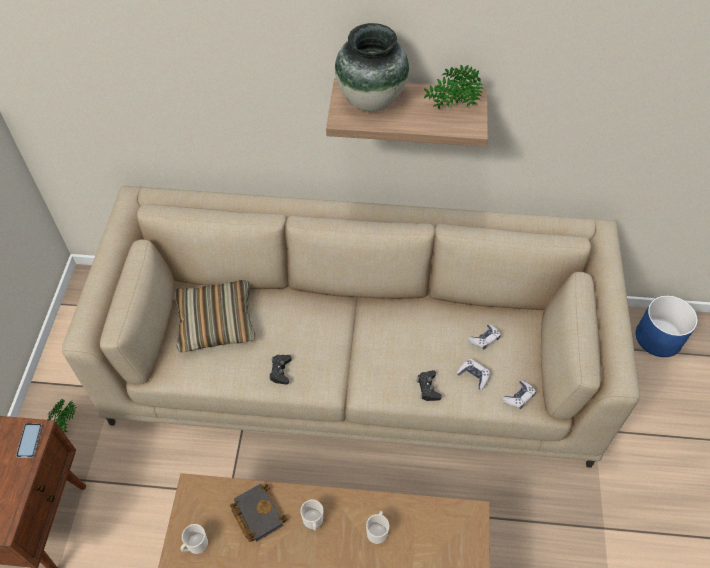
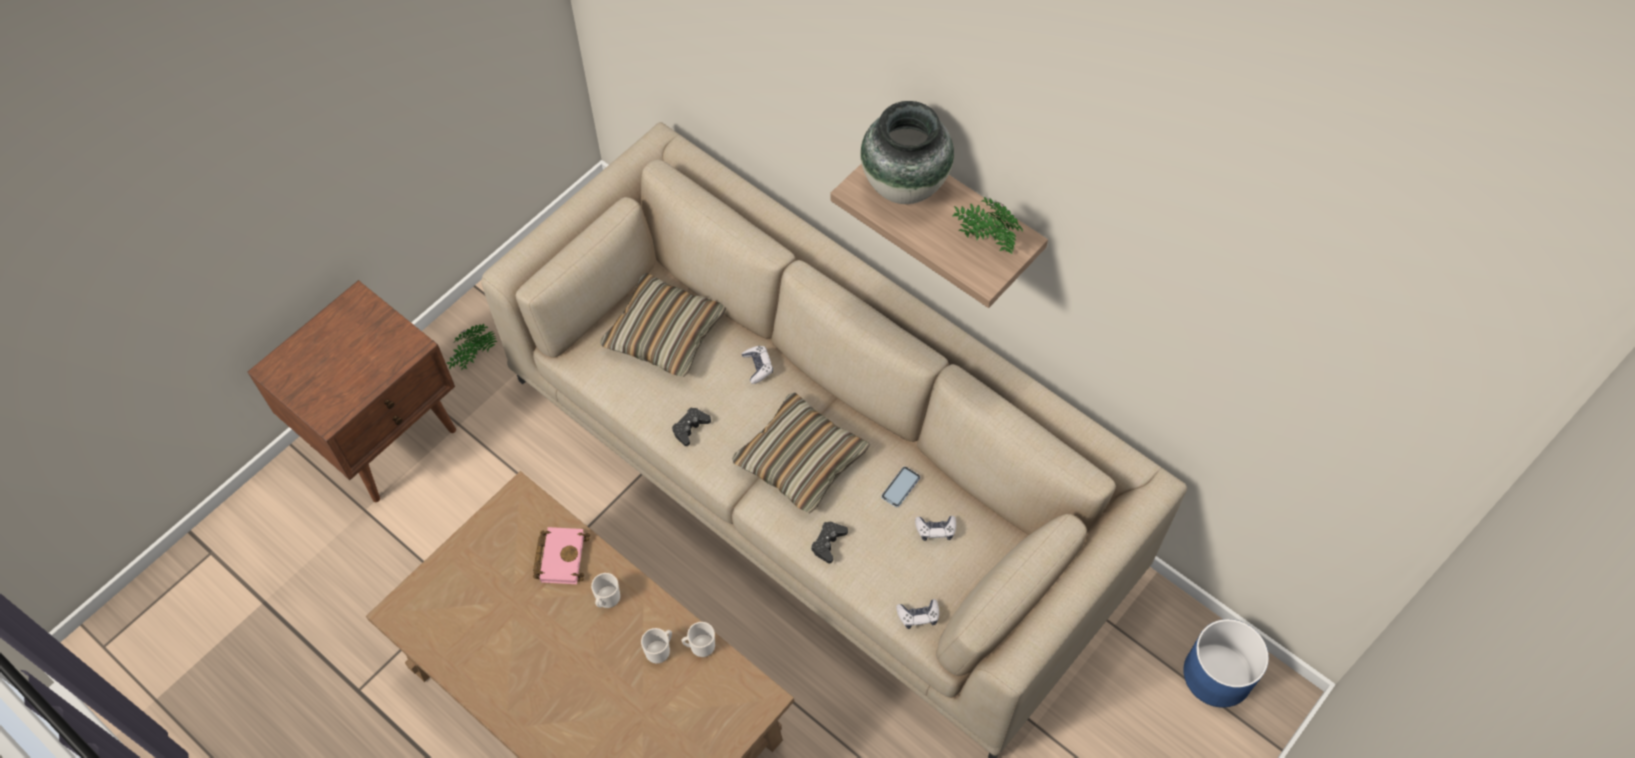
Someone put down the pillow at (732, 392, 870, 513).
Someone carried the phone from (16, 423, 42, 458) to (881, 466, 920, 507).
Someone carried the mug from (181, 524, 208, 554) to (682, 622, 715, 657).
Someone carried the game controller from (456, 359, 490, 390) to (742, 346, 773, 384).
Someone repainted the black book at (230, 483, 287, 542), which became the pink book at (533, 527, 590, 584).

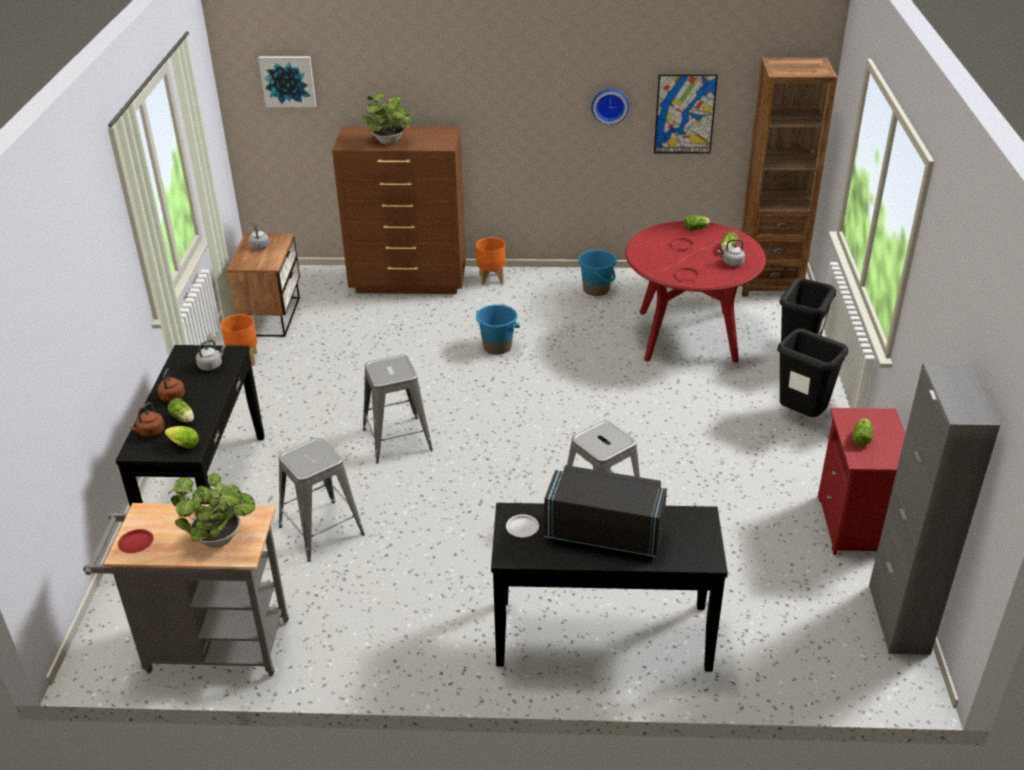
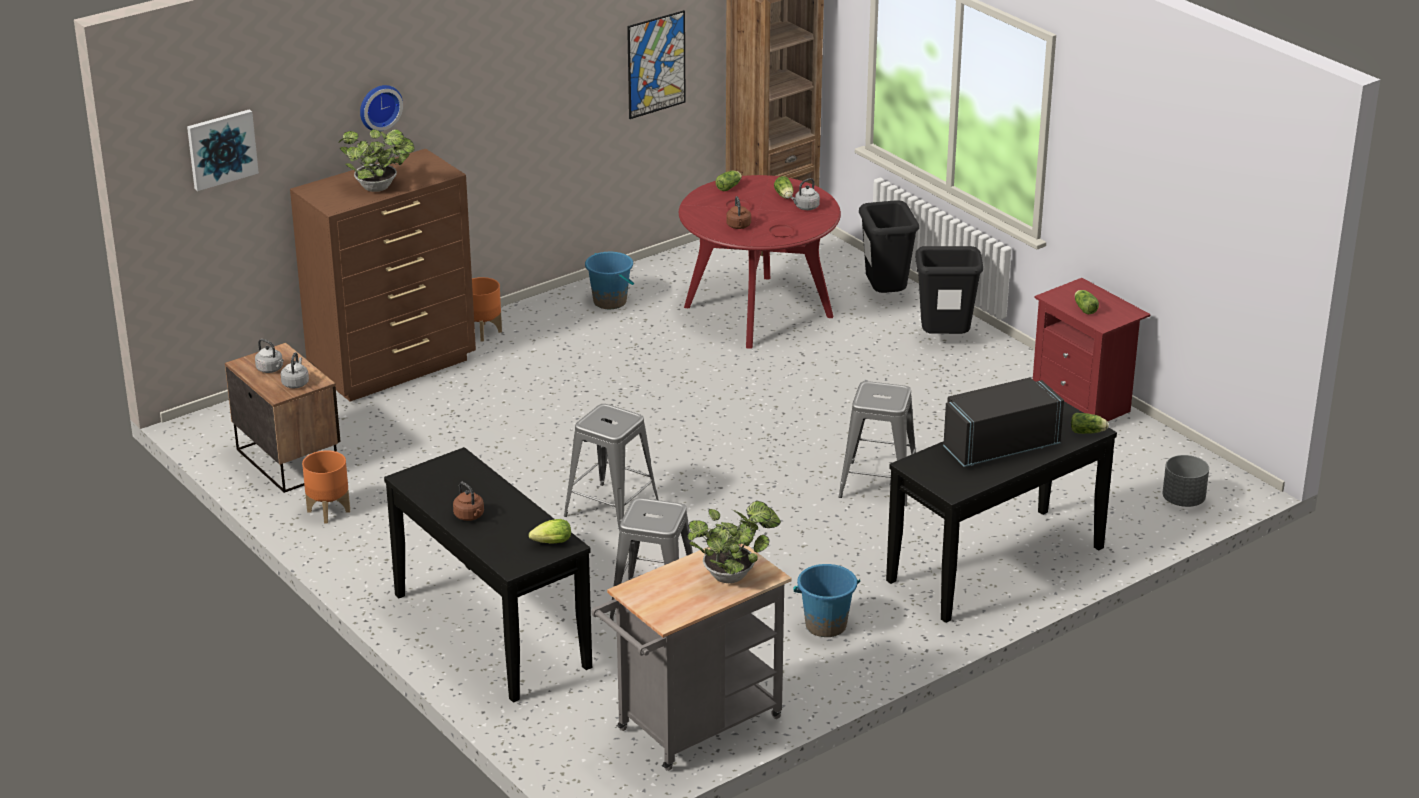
Someone took away the red plate at (118, 529, 154, 553).
Someone took away the white plate at (506, 514, 539, 537).
Someone took away the grey cabinet at (869, 363, 1000, 655).
Someone put down the grey planter at (1163, 455, 1209, 507).
Someone carried the brown kettle from (131, 402, 165, 437) to (726, 196, 751, 229).
Someone carried the lettuce from (168, 398, 194, 423) to (1071, 413, 1109, 434).
Someone carried the grey kettle from (196, 340, 226, 371) to (281, 352, 309, 388).
Someone carried the blue bucket from (476, 304, 520, 355) to (793, 564, 860, 637).
Someone carried the wall clock from (591, 89, 629, 125) to (360, 85, 403, 131).

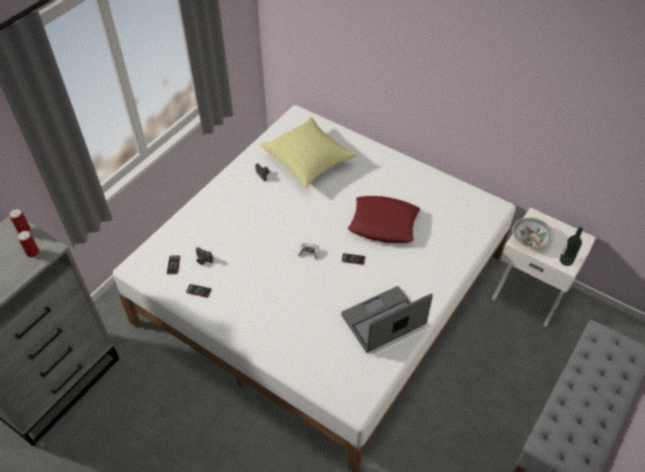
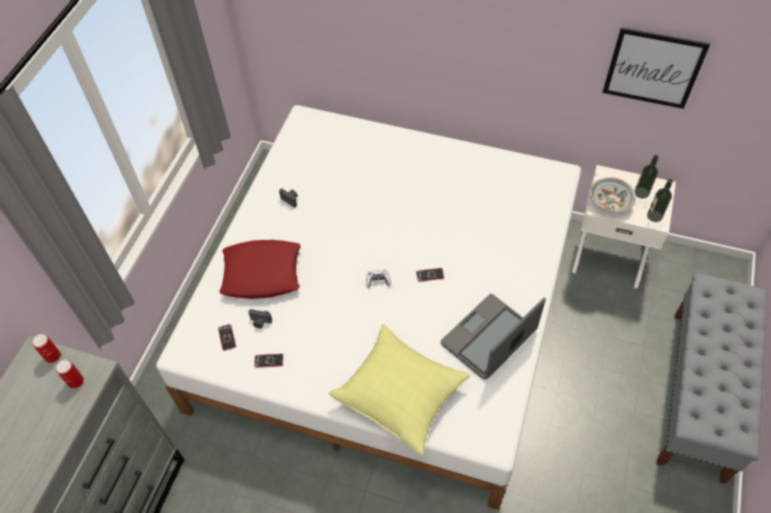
Someone put up the picture at (602, 27, 710, 109).
Someone put down the bottle at (634, 155, 659, 199).
Someone carried the yellow pillow from (260, 117, 357, 188) to (329, 324, 470, 455).
Someone carried the red pillow from (348, 196, 420, 243) to (220, 240, 301, 299).

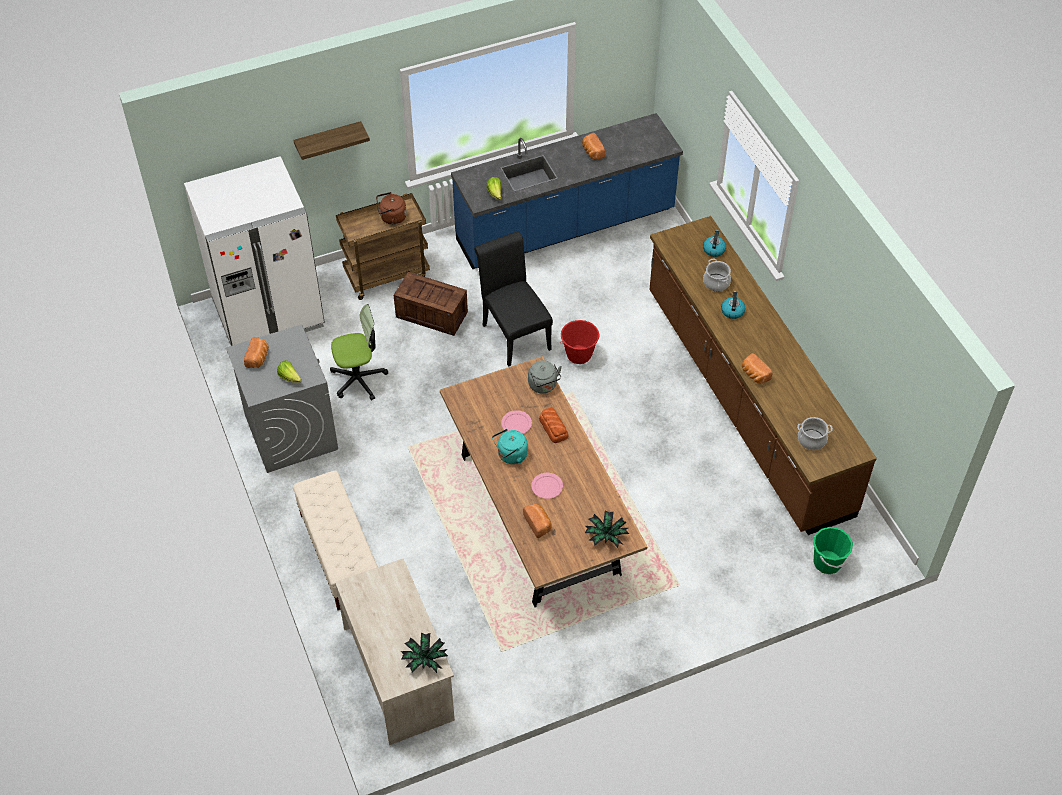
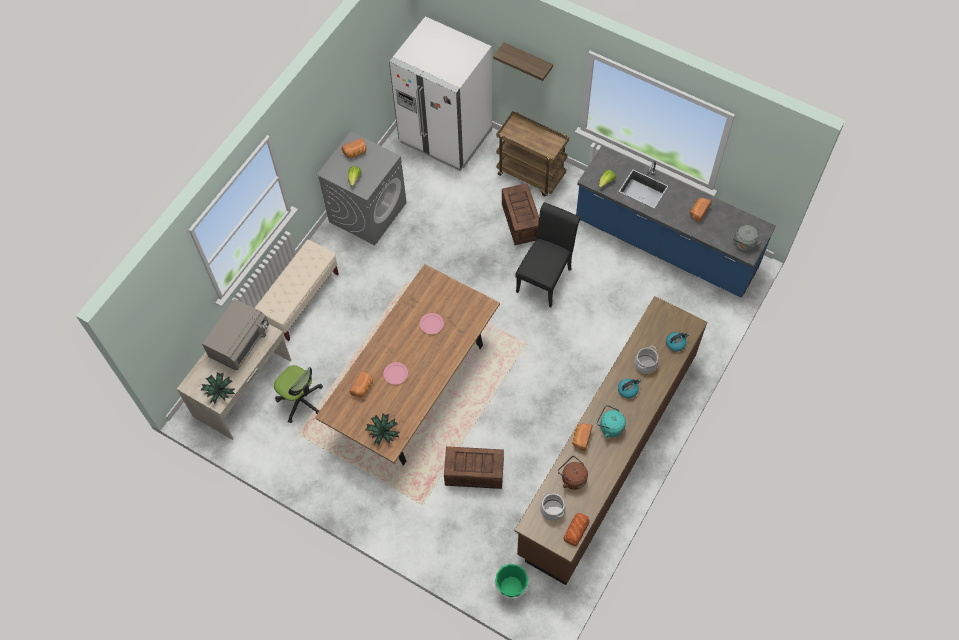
Someone took away the red bucket at (560, 320, 599, 364).
Someone put down the grey microwave at (202, 299, 269, 370).
Someone put down the crate at (444, 446, 504, 489).
Someone carried the office chair from (330, 304, 388, 400) to (274, 365, 323, 423).
Someone carried the brown kettle from (376, 192, 407, 225) to (558, 456, 588, 490).
Someone carried the turquoise kettle from (492, 429, 528, 464) to (597, 405, 626, 438).
Someone carried the grey kettle from (528, 360, 562, 394) to (733, 225, 763, 251).
Someone carried the bread from (539, 408, 568, 443) to (563, 513, 590, 546).

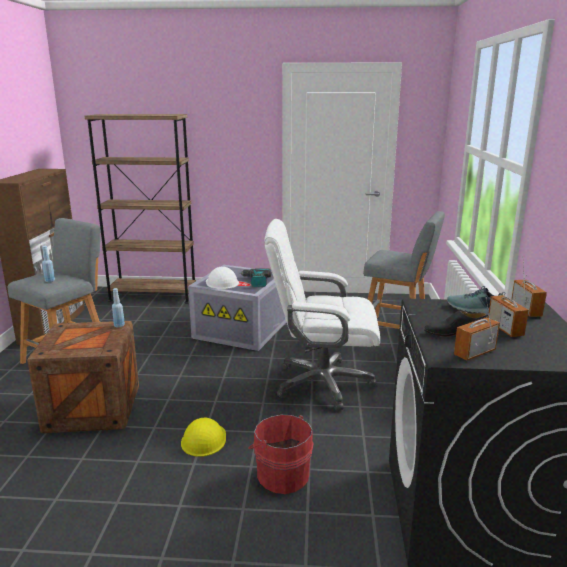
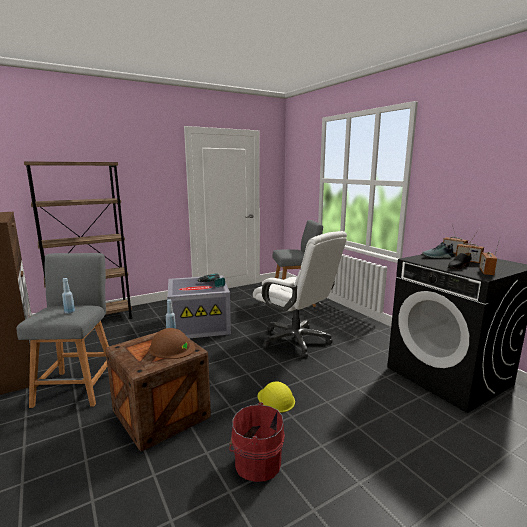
Someone took away the white hard hat at (206, 267, 239, 289).
Someone put down the brown hard hat at (149, 328, 195, 359).
Someone carried the red bucket from (248, 415, 314, 494) to (229, 402, 285, 482).
Someone rotated the white office chair at (264, 219, 380, 411) by 105 degrees counterclockwise.

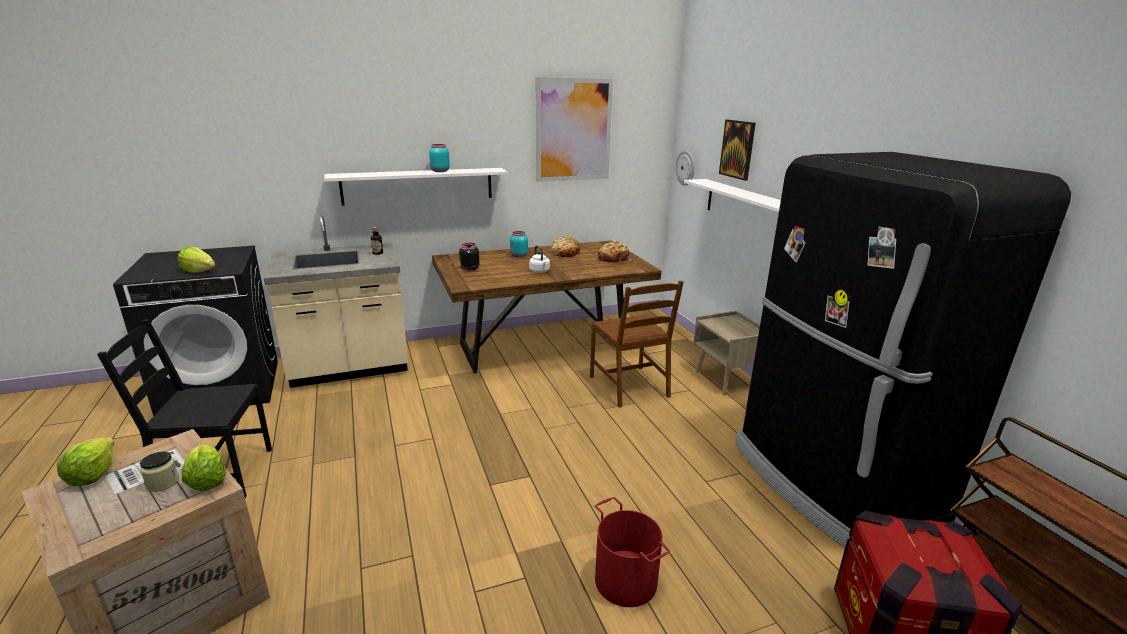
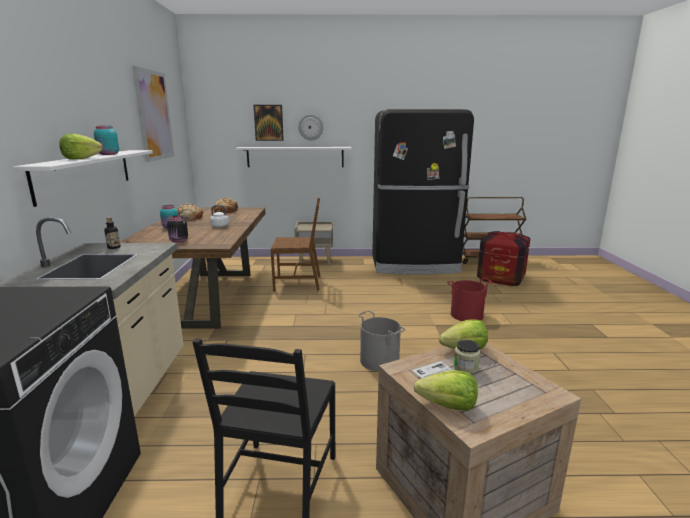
Someone put down the grey bucket at (358, 311, 406, 372).
Someone carried the lettuce from (178, 247, 215, 273) to (59, 134, 103, 159).
Someone carried the wall clock from (676, 150, 695, 186) to (298, 114, 324, 140).

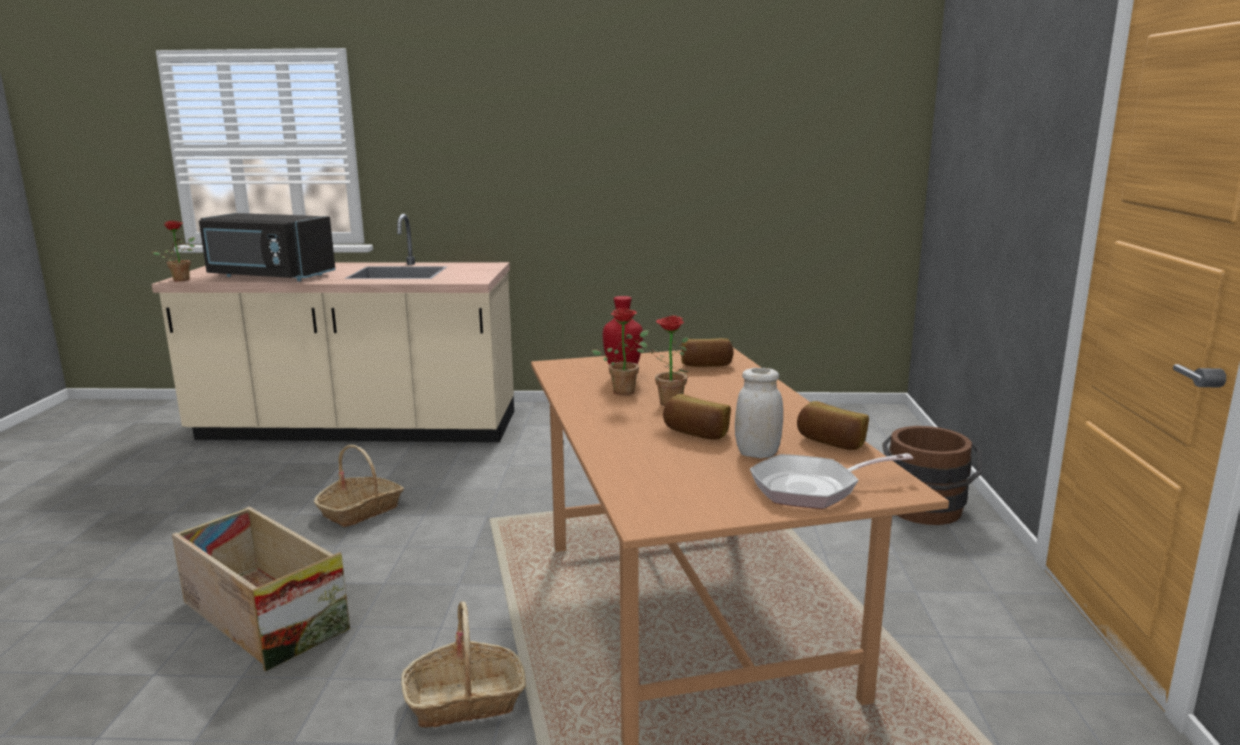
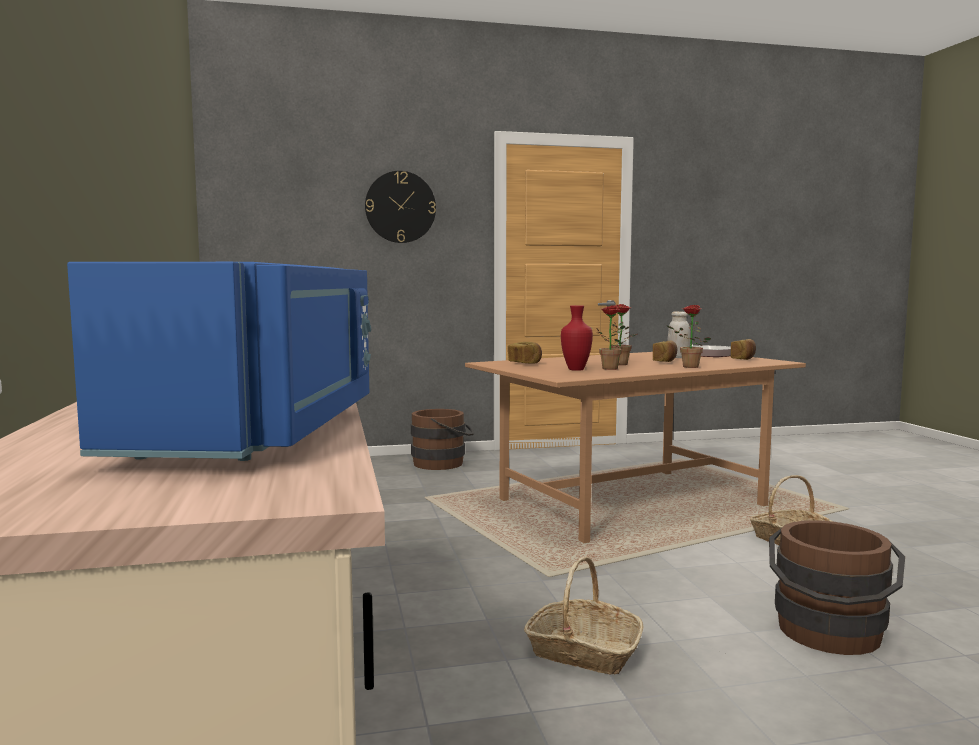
Someone put up the wall clock at (365, 171, 436, 243).
Someone carried the potted plant from (152, 220, 195, 282) to (666, 305, 711, 368).
Someone carried the bread from (797, 401, 869, 450) to (731, 339, 756, 360).
Someone swapped the crate at (172, 506, 350, 672) for the brown bucket at (769, 520, 905, 655).
Someone repainted the black microwave at (199, 213, 335, 281), which became the blue microwave at (67, 262, 371, 461).

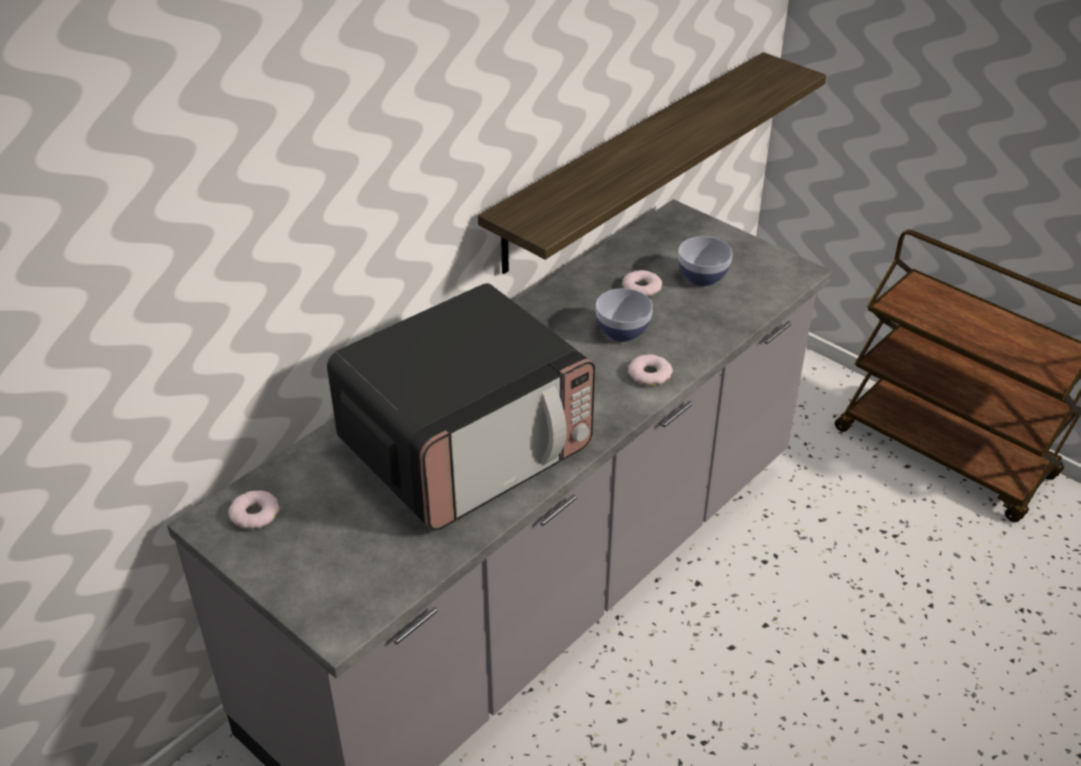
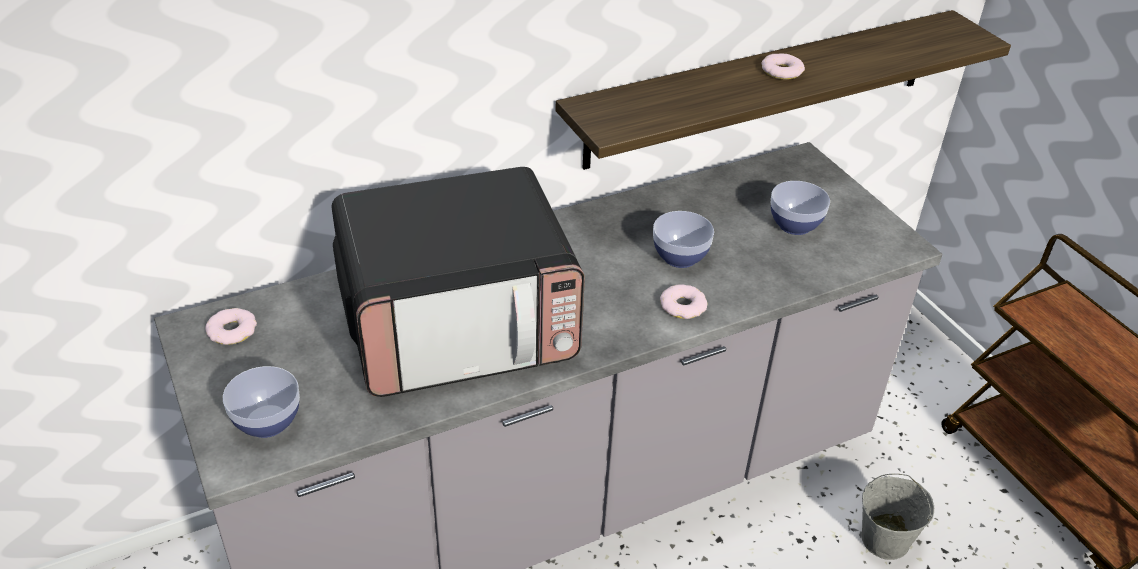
Someone put down the bowl at (223, 366, 300, 438).
Someone put down the grey bucket at (861, 474, 934, 560).
Someone carried the donut from (623, 270, 662, 297) to (761, 53, 805, 79).

